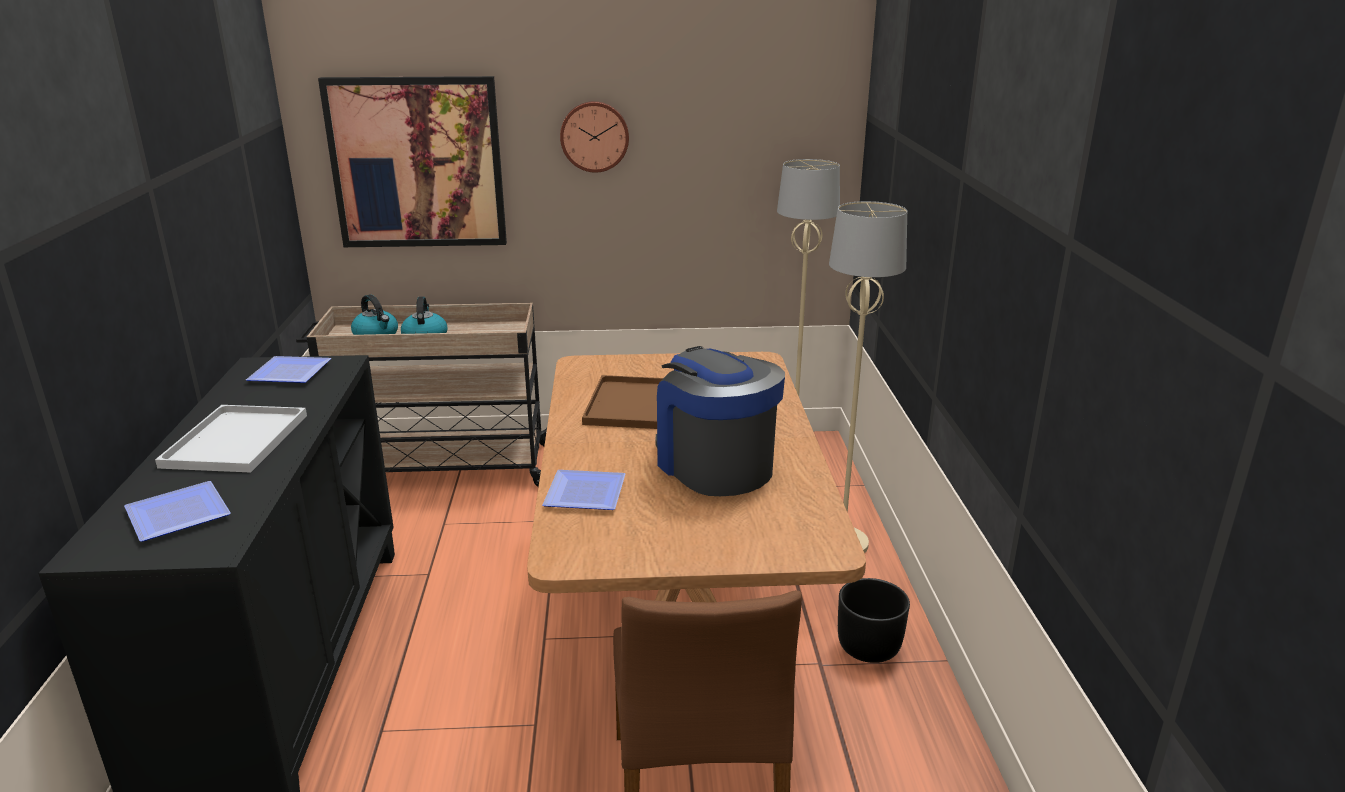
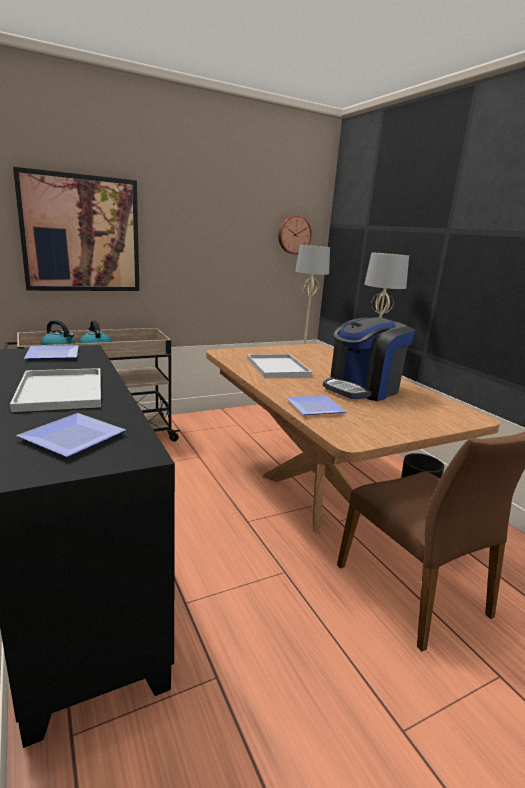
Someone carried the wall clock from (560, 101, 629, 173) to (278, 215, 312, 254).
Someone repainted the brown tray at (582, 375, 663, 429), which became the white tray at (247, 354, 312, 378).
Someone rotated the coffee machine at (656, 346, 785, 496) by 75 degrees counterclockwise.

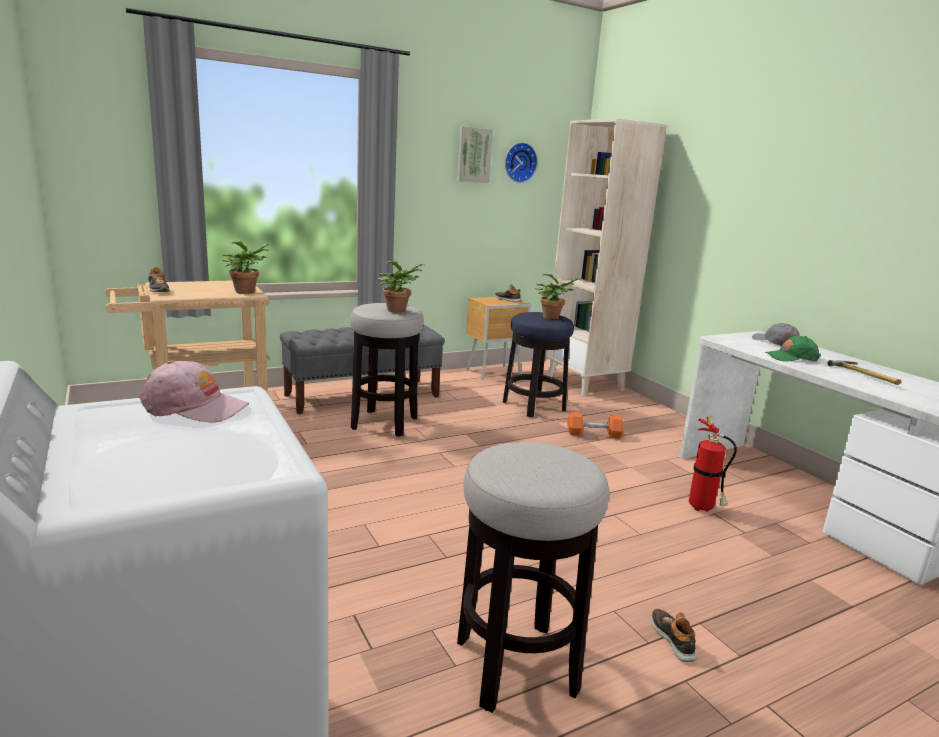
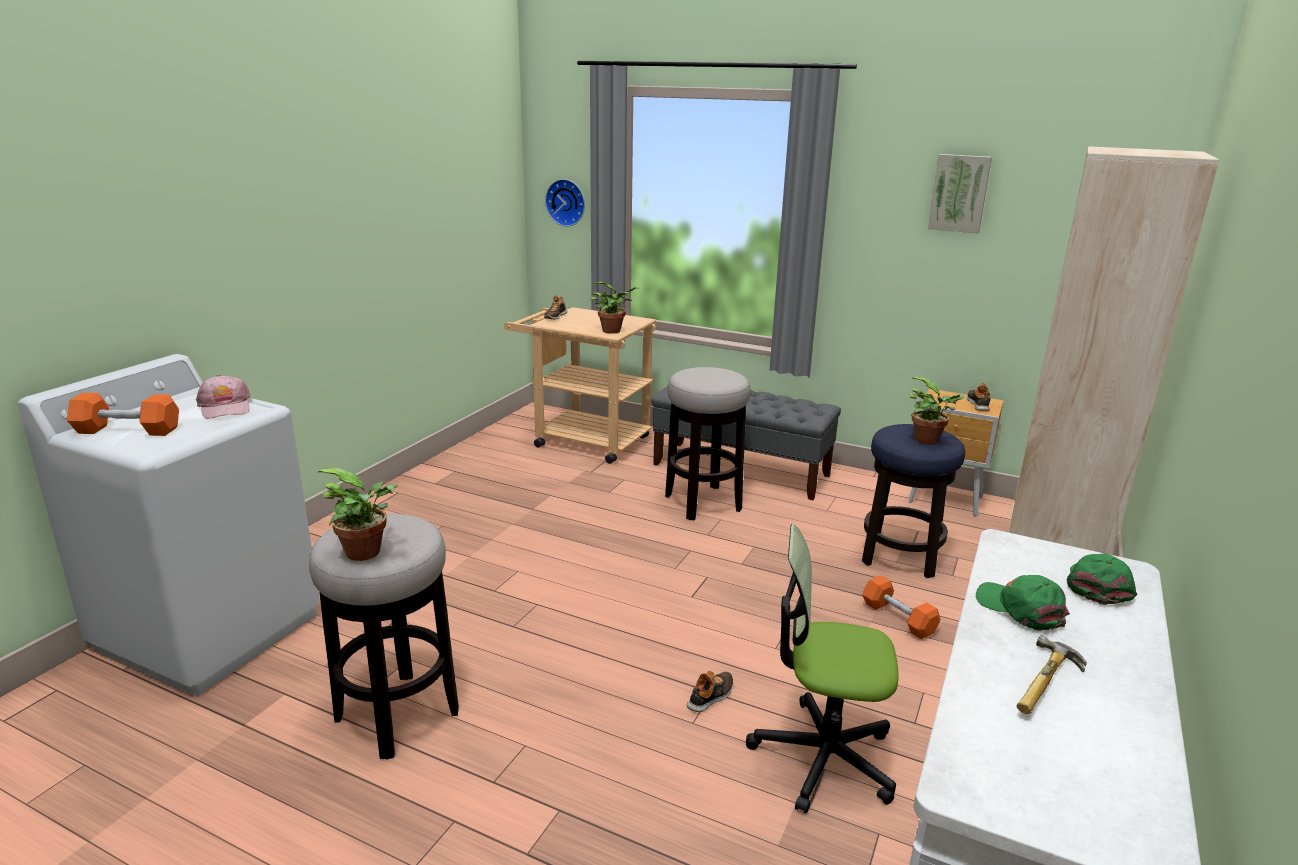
Someone put down the orange dumbbell at (67, 393, 179, 436).
Someone carried the potted plant from (378, 261, 424, 313) to (318, 467, 397, 561).
Someone carried the wall clock from (505, 142, 538, 183) to (545, 179, 585, 227).
Someone carried the shoe from (651, 609, 697, 662) to (687, 671, 733, 712).
Someone swapped the fire extinguisher at (689, 416, 737, 512) for the office chair at (746, 524, 899, 814).
Someone repainted the grey cap at (752, 323, 800, 346), which became the green cap at (1067, 553, 1137, 605).

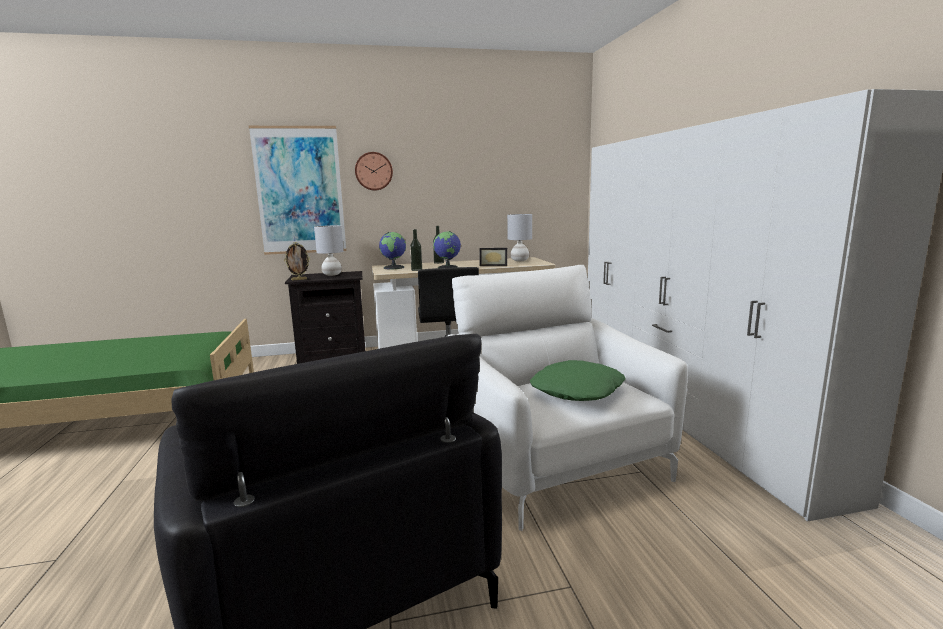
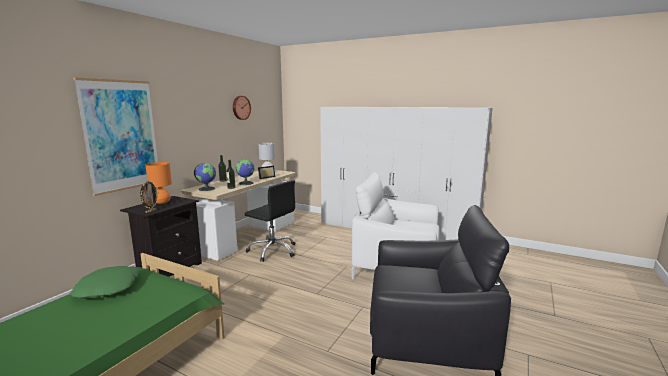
Someone carried the wall clock from (355, 152, 393, 191) to (233, 96, 251, 120).
Someone carried the green pillow from (530, 360, 626, 401) to (70, 266, 140, 299).
Someone repainted the grey table lamp at (314, 225, 344, 276), which became the orange table lamp at (145, 162, 172, 204).

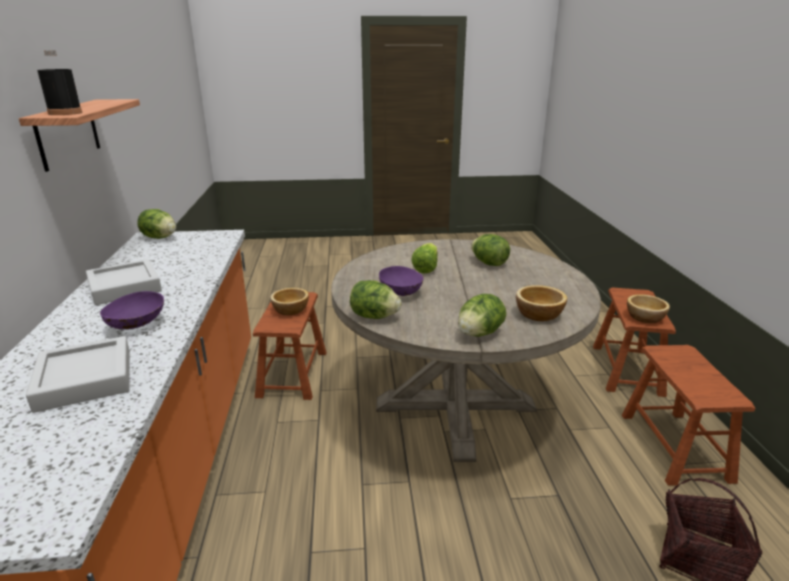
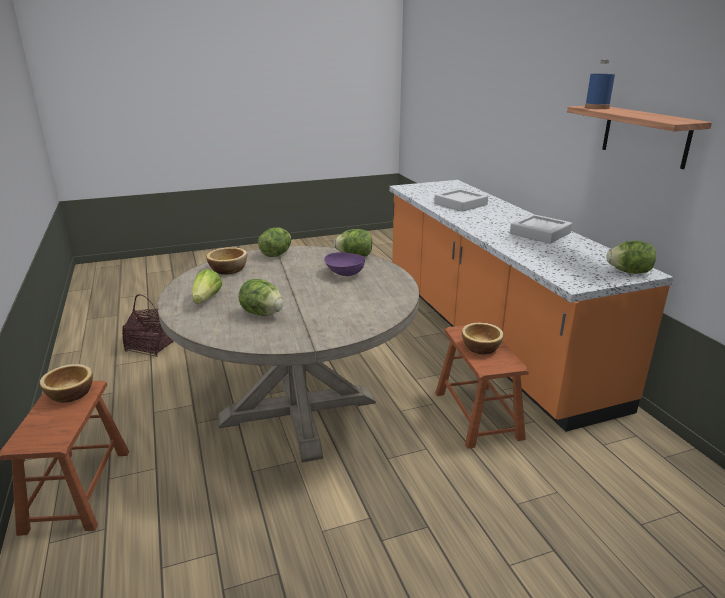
Someone took away the purple bowl at (100, 291, 164, 330).
Someone took away the brown stool at (622, 345, 755, 486).
Someone carried the lettuce from (411, 243, 438, 273) to (192, 269, 222, 304).
Someone repainted the black bottle at (37, 50, 82, 115), which became the blue bottle at (585, 59, 615, 109).

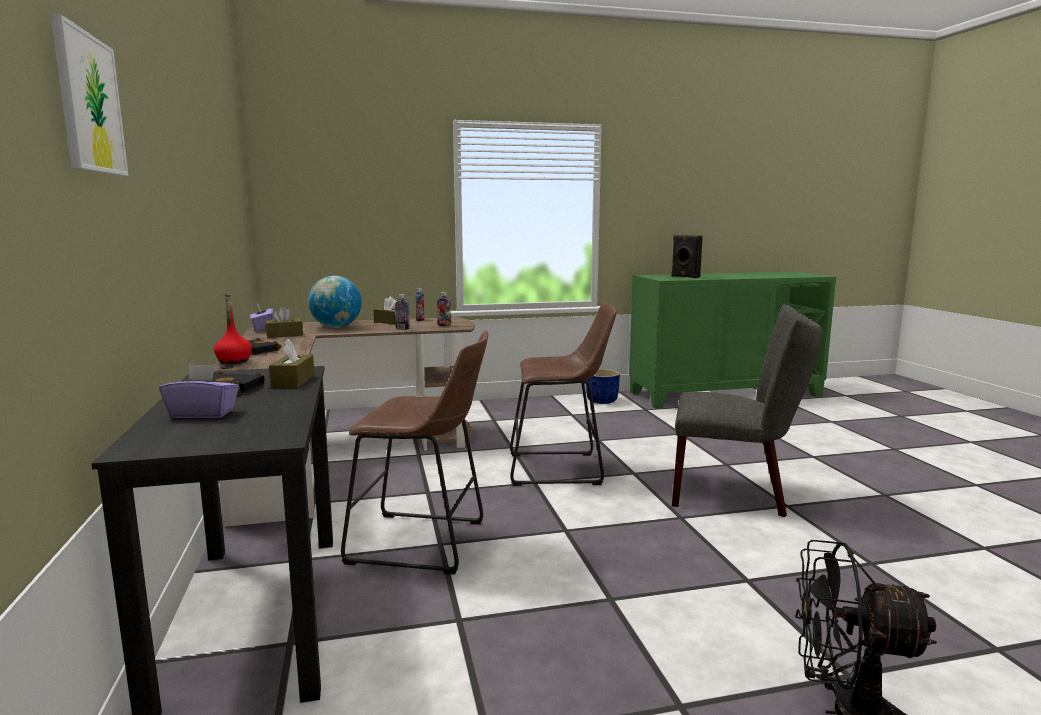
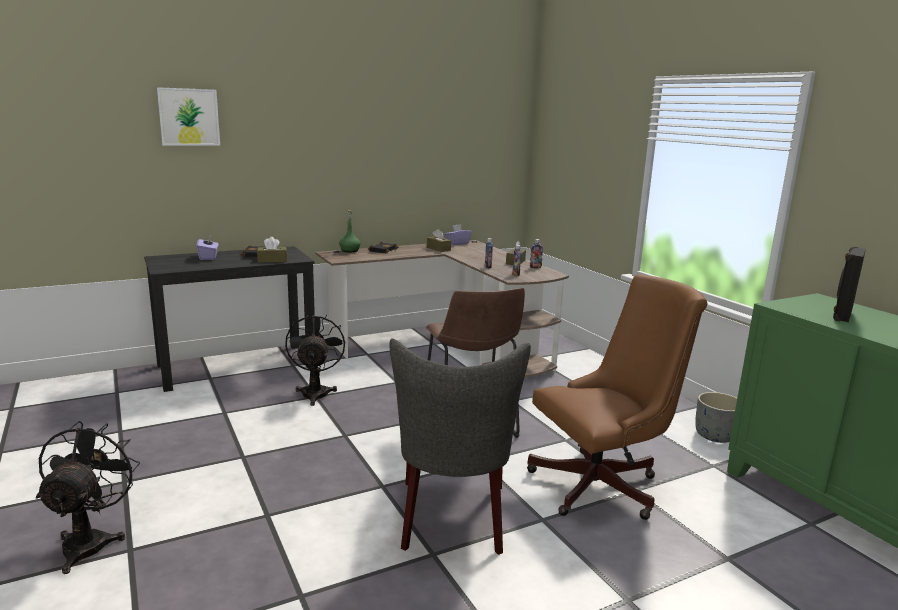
Someone took away the globe at (308, 276, 362, 328).
Someone put down the brown office chair at (527, 274, 708, 520).
Someone swapped the brown stool at (341, 331, 488, 575) for the black fan at (285, 313, 346, 406).
Someone repainted the red bottle at (214, 294, 252, 364), which became the green bottle at (339, 210, 361, 252).
Someone repainted the blue planter at (586, 369, 620, 404), which became the grey planter at (695, 392, 737, 443).

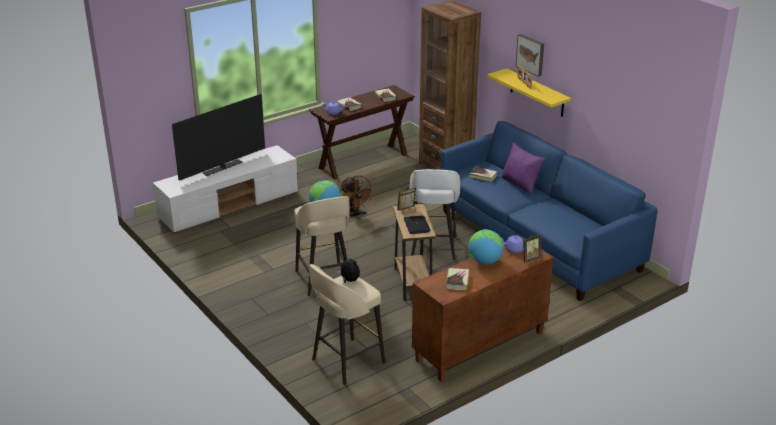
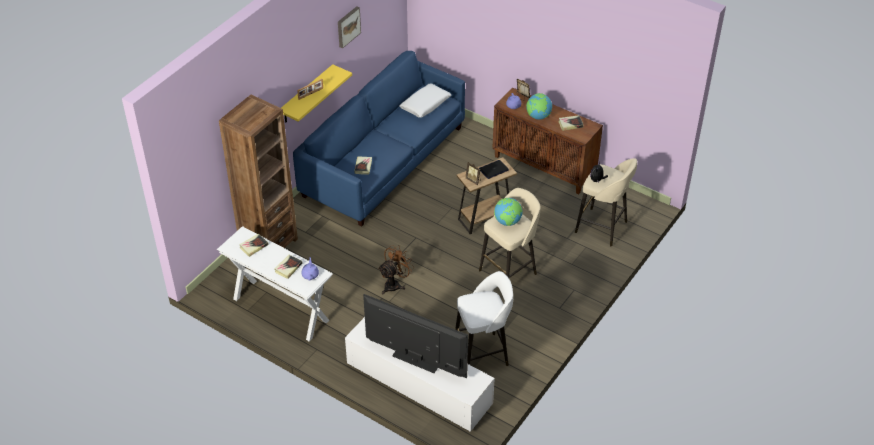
Someone took away the purple pillow at (502, 143, 545, 194).
Someone put down the white pillow at (399, 83, 452, 118).
Someone carried the white stool from (410, 169, 460, 261) to (455, 271, 513, 366).
Someone carried the picture from (516, 34, 544, 77) to (338, 6, 361, 49).
Someone repainted the brown console table at (309, 85, 415, 179), which became the white console table at (217, 226, 333, 341).

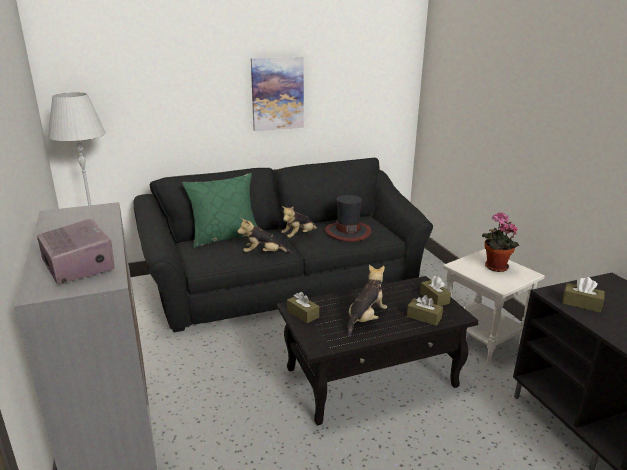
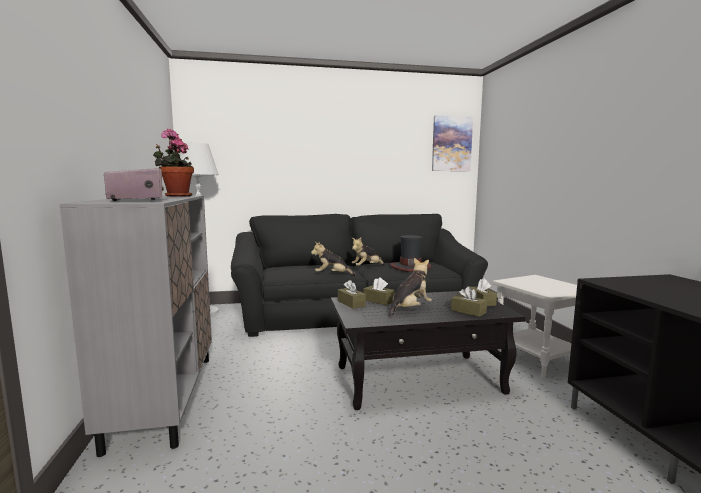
Someone took away the green pillow at (182, 173, 258, 248).
Someone carried the picture from (251, 57, 304, 131) to (432, 115, 473, 171).
Someone carried the potted plant from (482, 212, 519, 272) to (153, 129, 194, 197).
Someone carried the brown tissue box from (562, 277, 605, 313) to (363, 277, 395, 305).

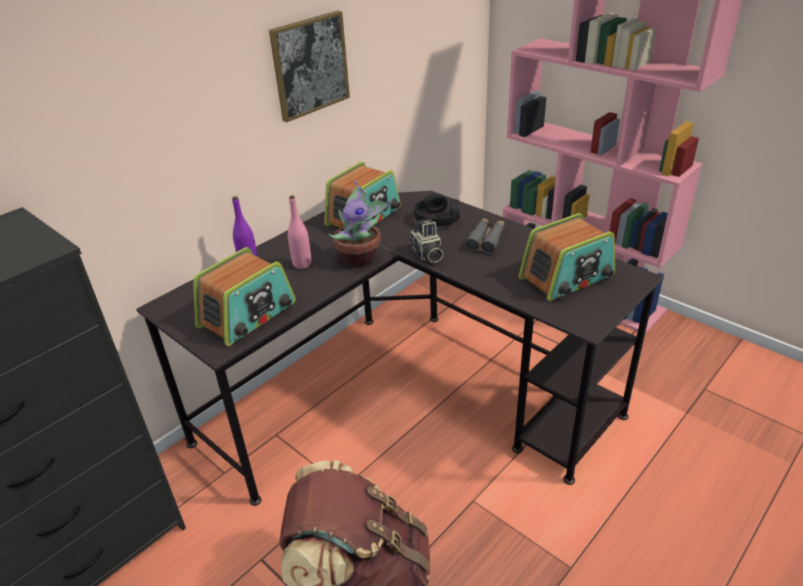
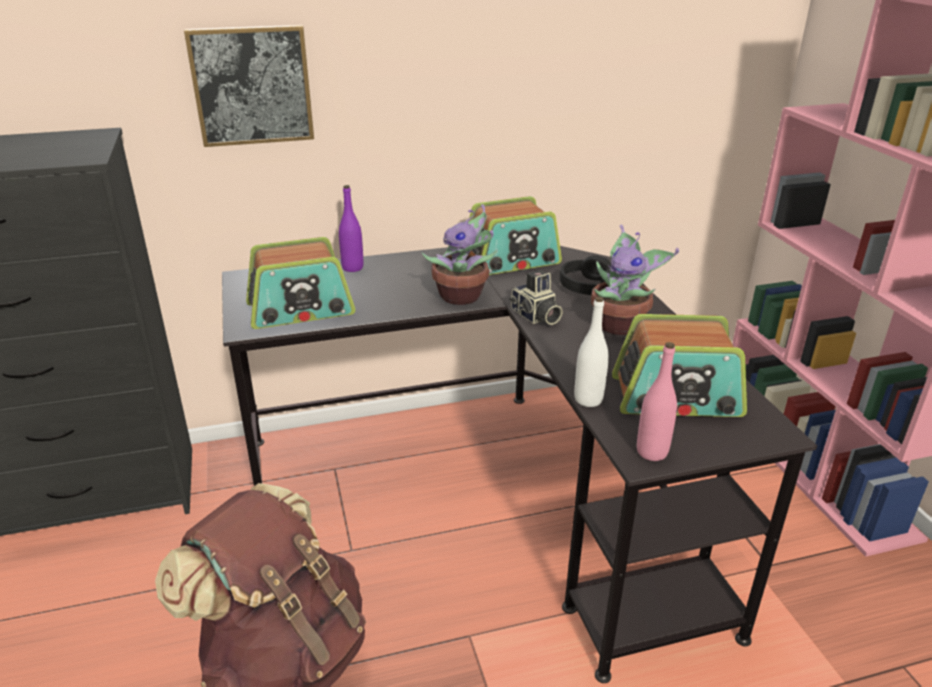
Someone put down the white bottle at (575, 297, 609, 407).
Someone carried the picture from (269, 10, 350, 122) to (184, 25, 314, 147).
Someone carried the pink bottle from (288, 195, 311, 269) to (637, 342, 677, 461).
Someone swapped the grey binoculars at (465, 218, 504, 254) for the potted plant at (591, 225, 679, 335).
Someone rotated the photo camera at (409, 219, 443, 263) by 45 degrees counterclockwise.

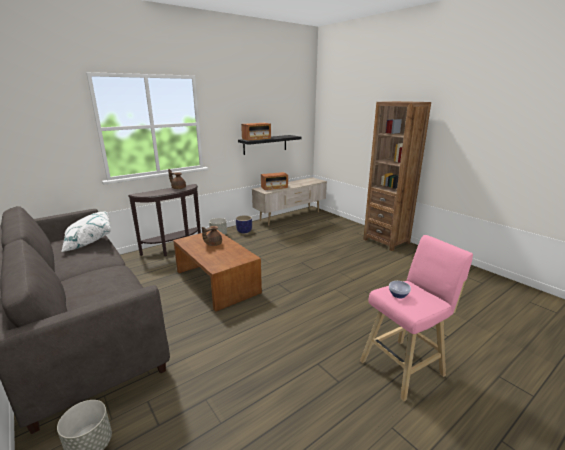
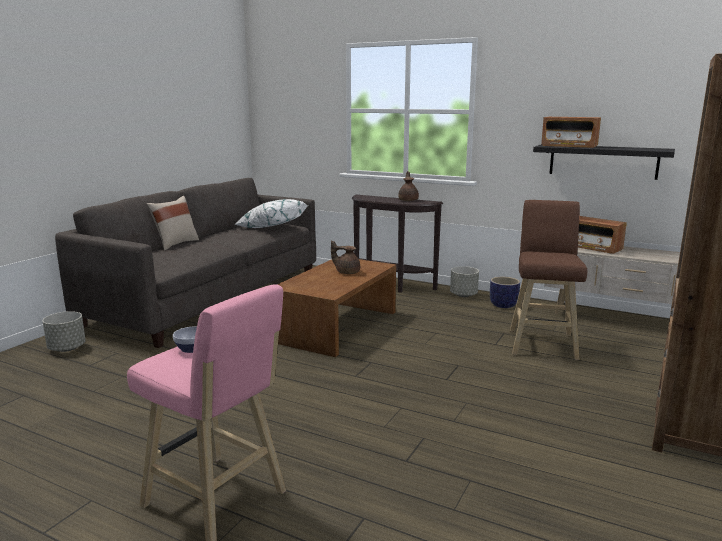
Someone put down the beige pillow at (146, 196, 199, 251).
Someone put down the brown stool at (510, 200, 587, 360).

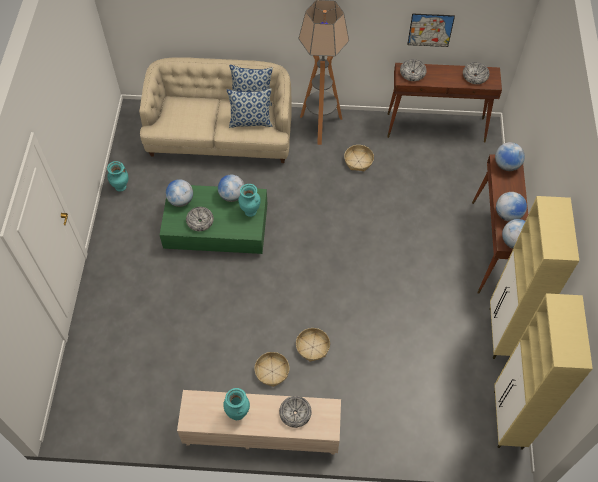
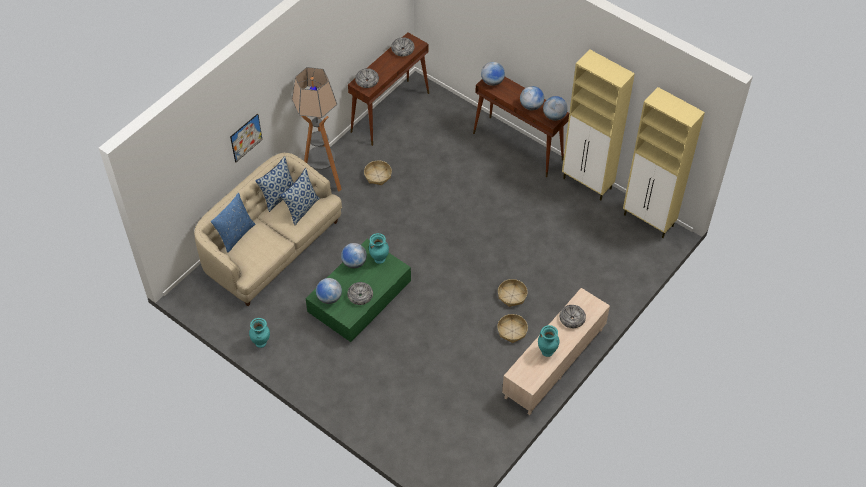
Someone put down the blue pillow at (211, 193, 255, 253).
Someone carried the picture from (407, 13, 455, 47) to (230, 113, 263, 163).

